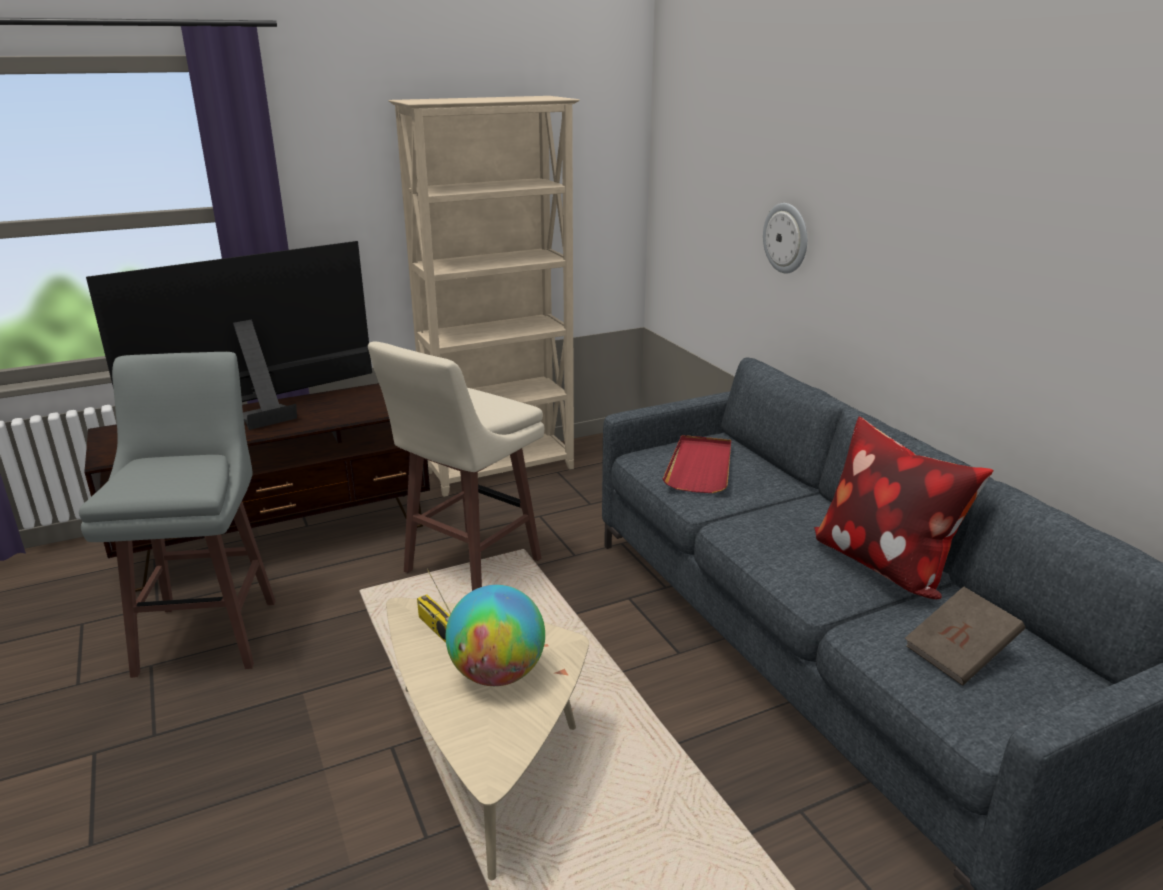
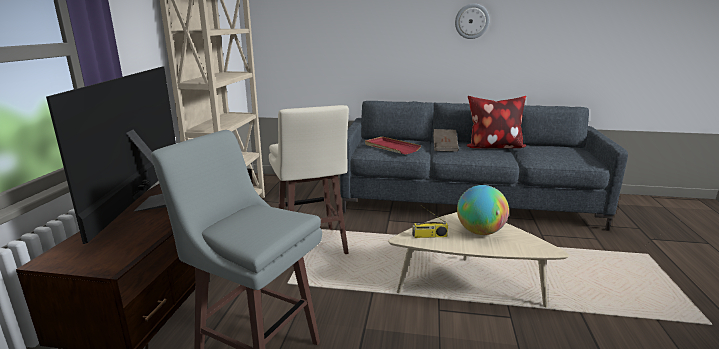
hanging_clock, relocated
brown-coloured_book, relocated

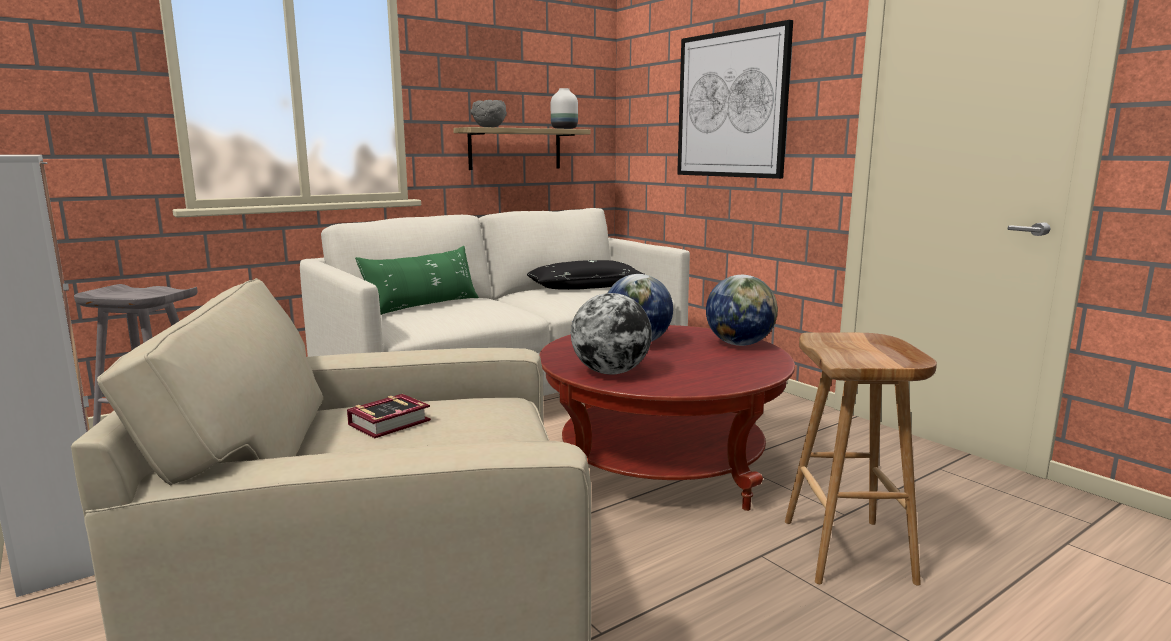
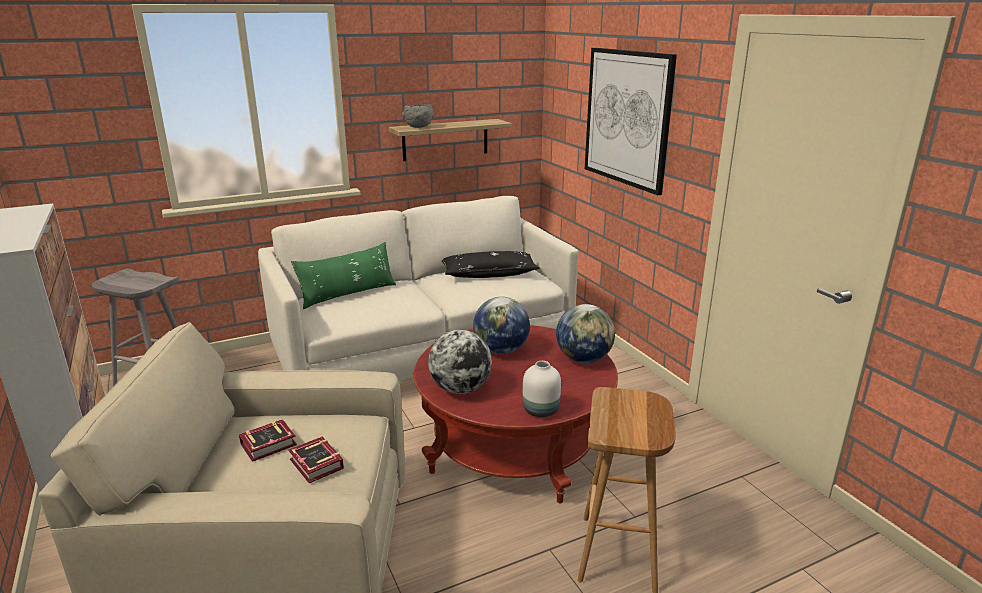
nothing => book (no. 2 from left)
white-coloured_flower_vase, relocated

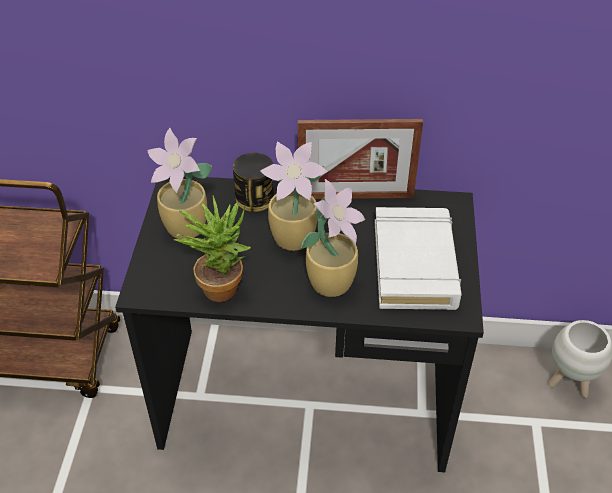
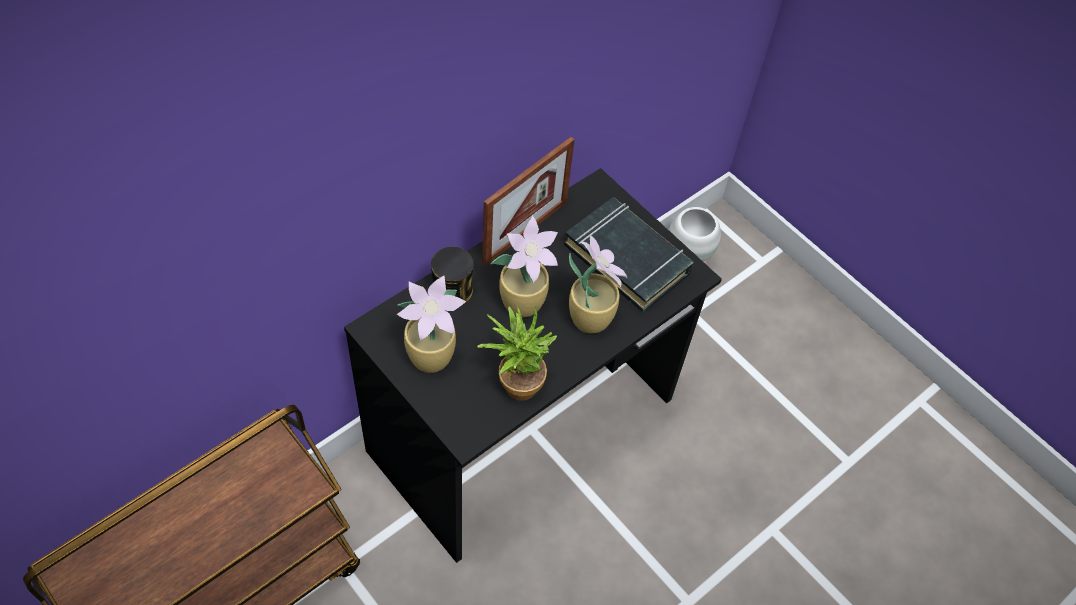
white-coloured_book => black-coloured_book

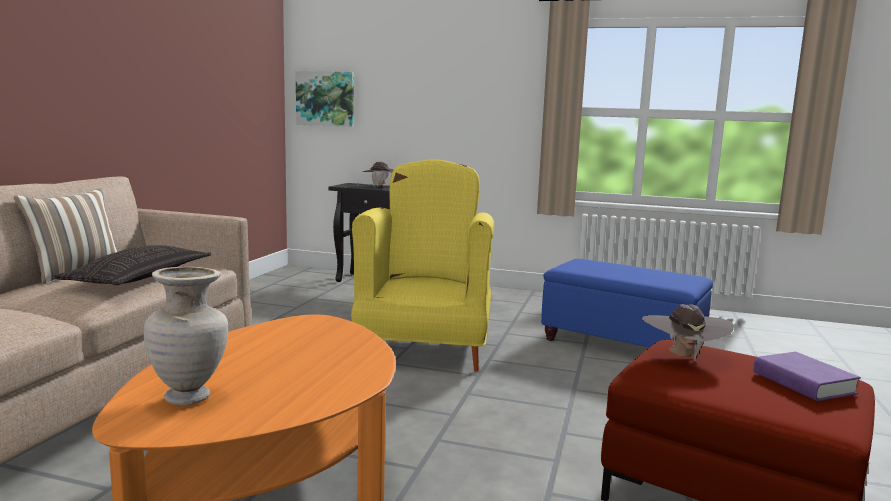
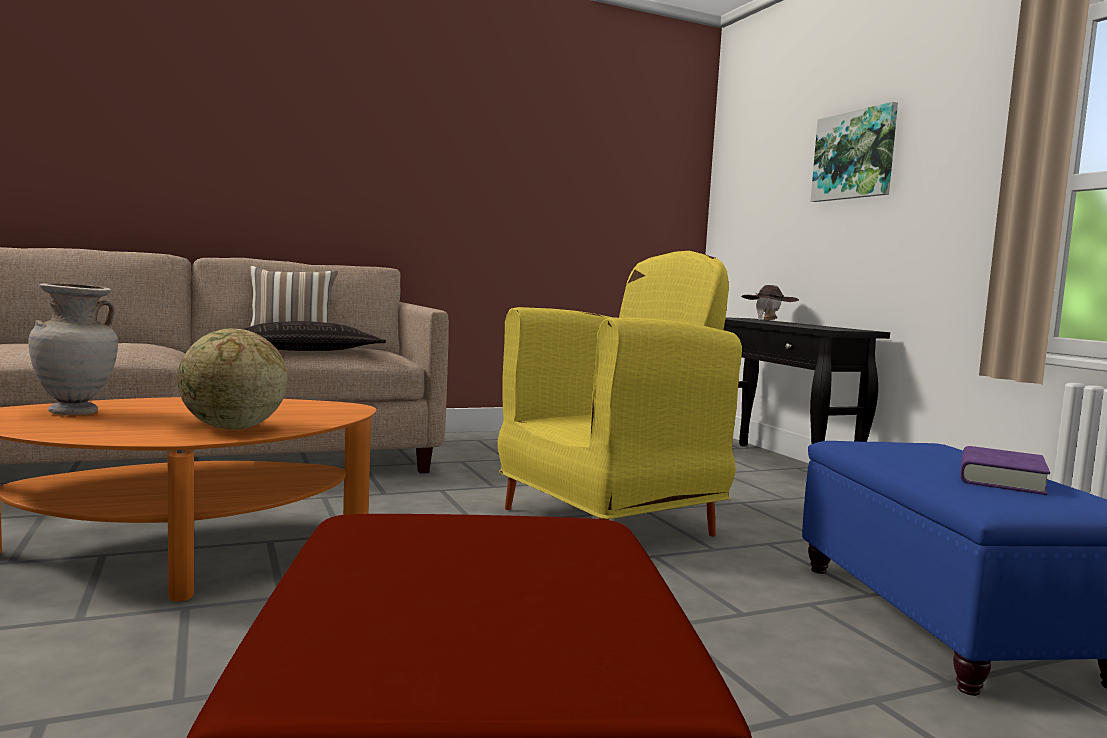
brown-coloured_clothing_hat (no. 2 from left) => nothing
nothing => world_globe
wall_art, relocated
purple-coloured_book, relocated

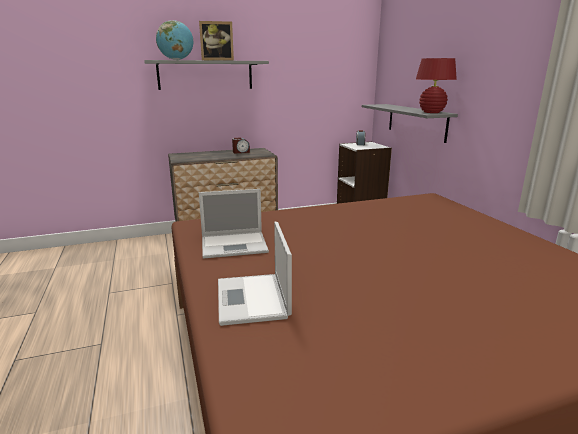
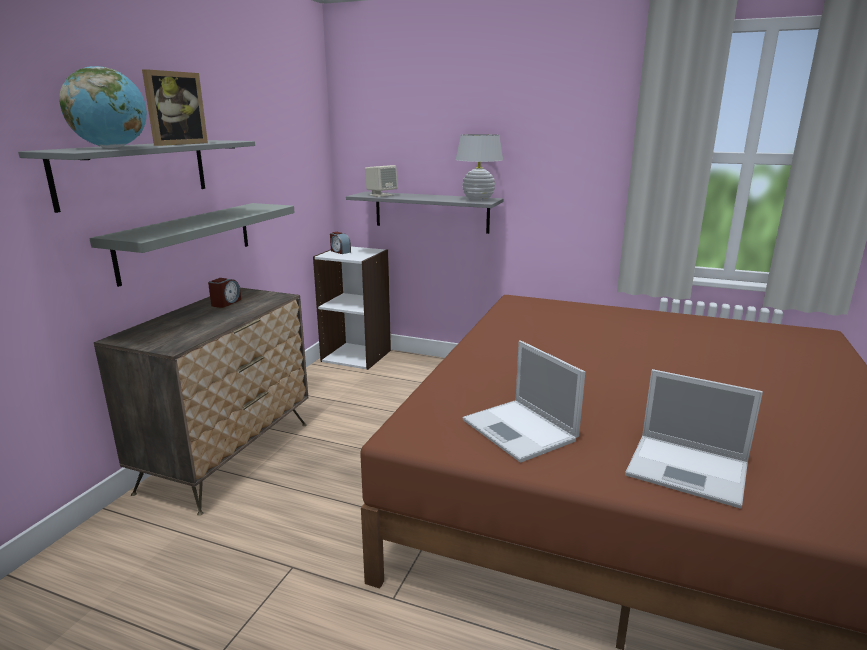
nothing => greyish_shelf (no. 2 from left)
nothing => sand-coloured_speaker
red_tabletop_lamp => white-coloured_tabletop_lamp
laptop (no. 1 from left), 120 degrees clockwise

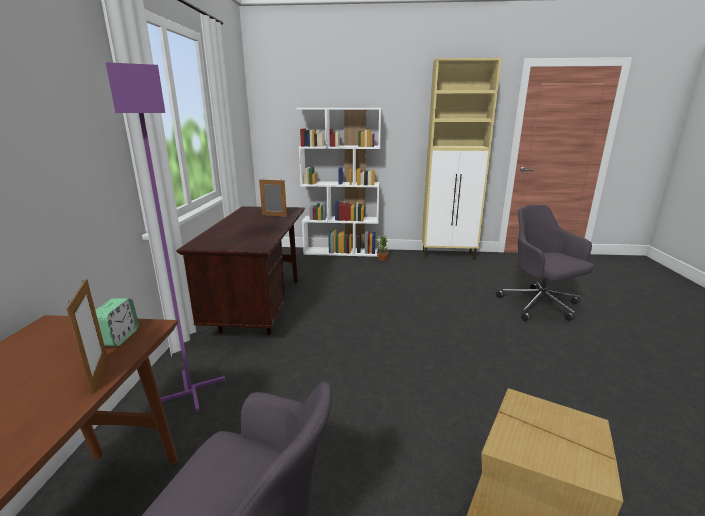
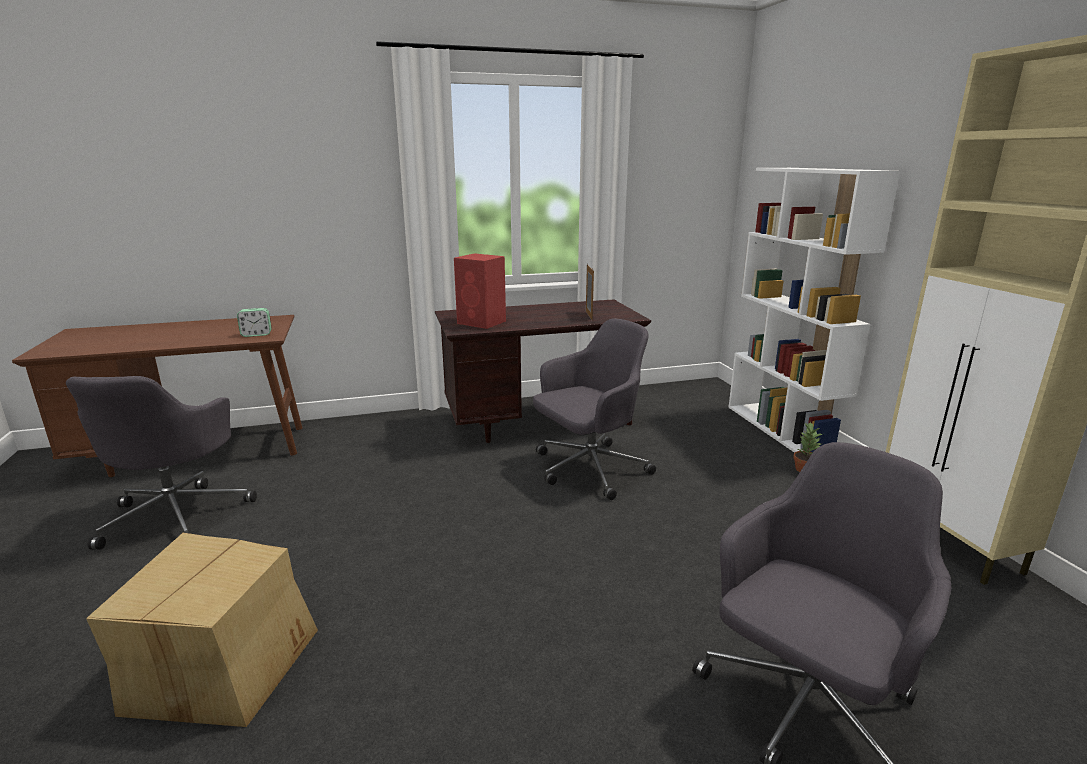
photo_frame (no. 1 from left) => nothing
purple-coloured_standing_lamp => nothing
nothing => red_speaker
nothing => greyish_office_chair (no. 2 from left)

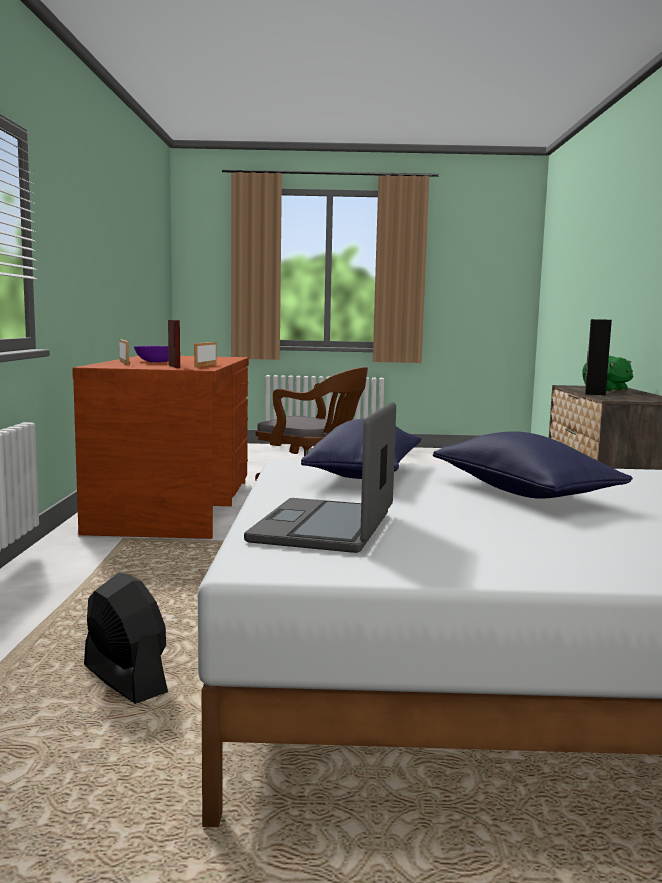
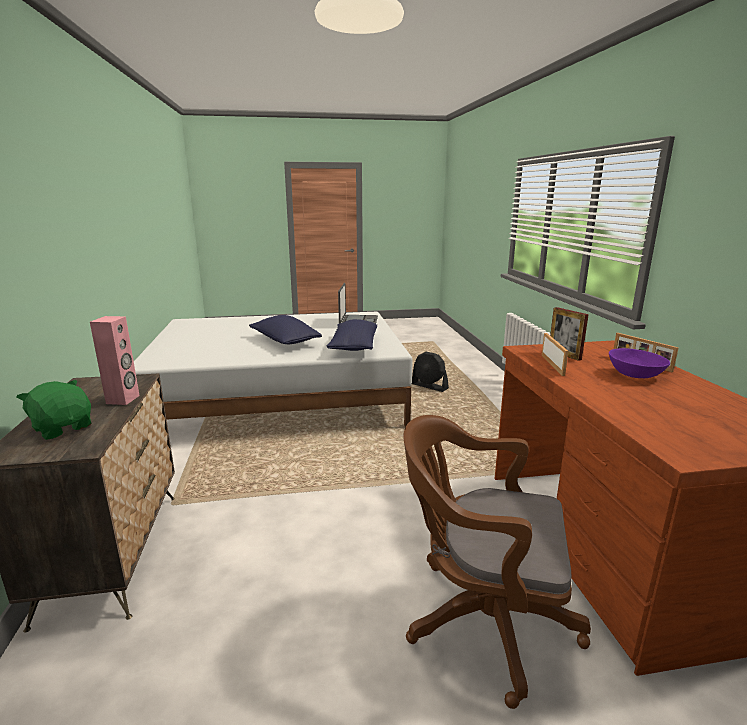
black-coloured_speaker => pinkish_speaker

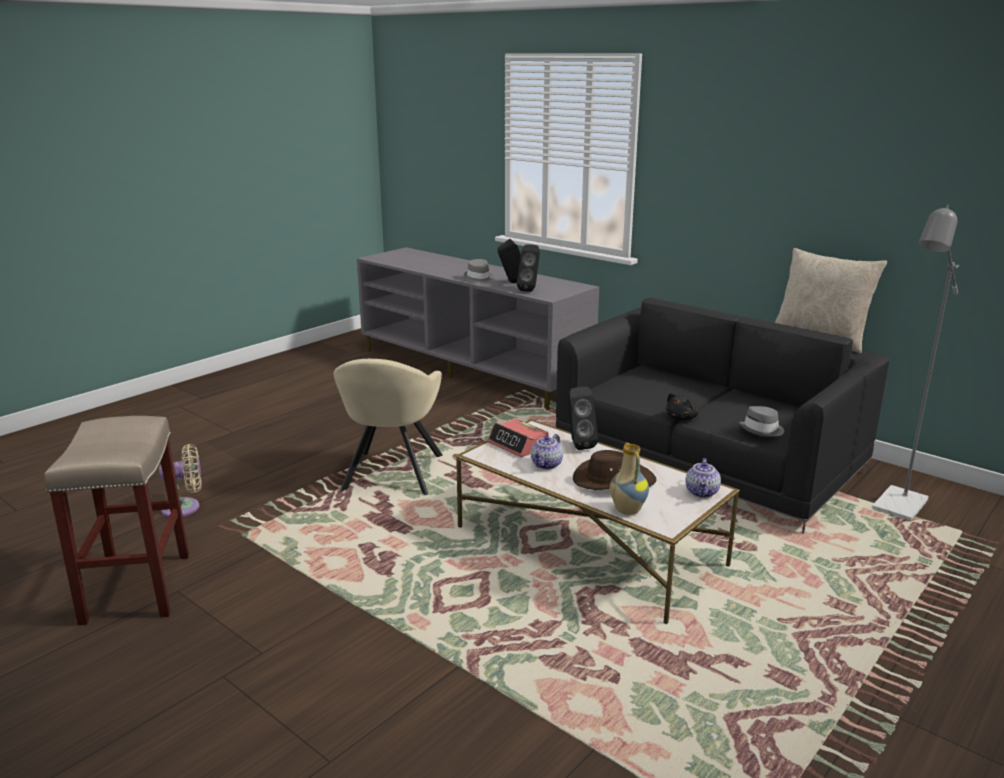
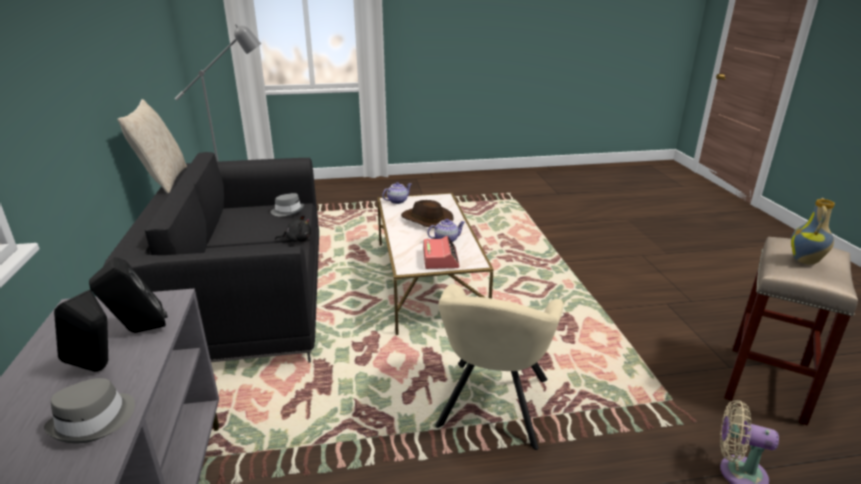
black-coloured_speaker (no. 3 from left) => nothing
flower_vase, relocated
sand-coloured_armchair, 150 degrees clockwise

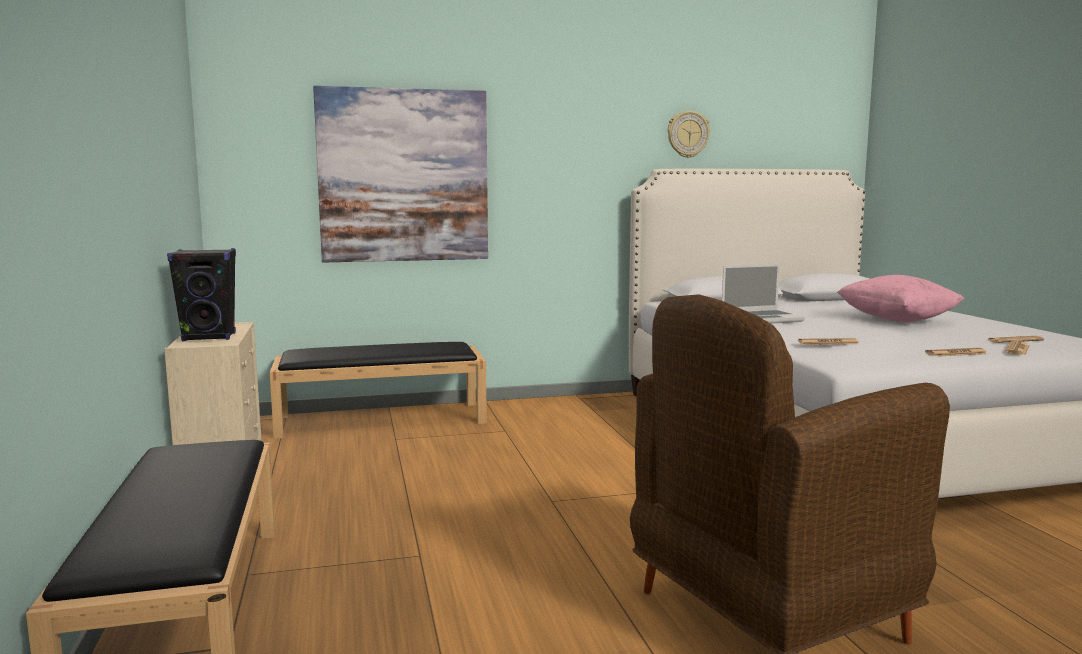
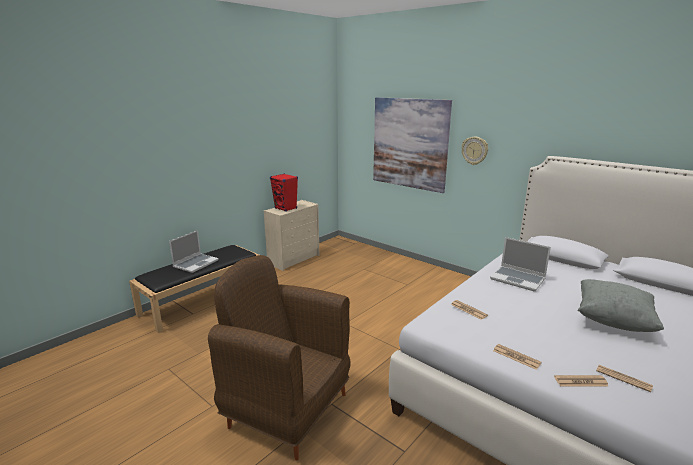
black-coloured_indoor_bench (no. 2 from left) => nothing
nothing => laptop (no. 1 from left)
hanging_clock, relocated
black-coloured_speaker => red_speaker
pinkish_cushion => greyish_cushion

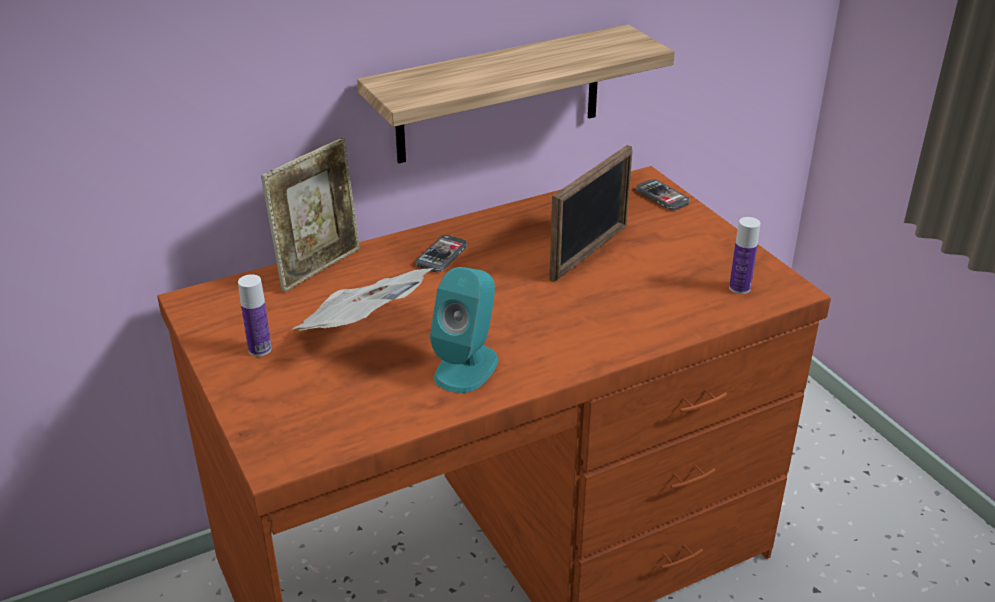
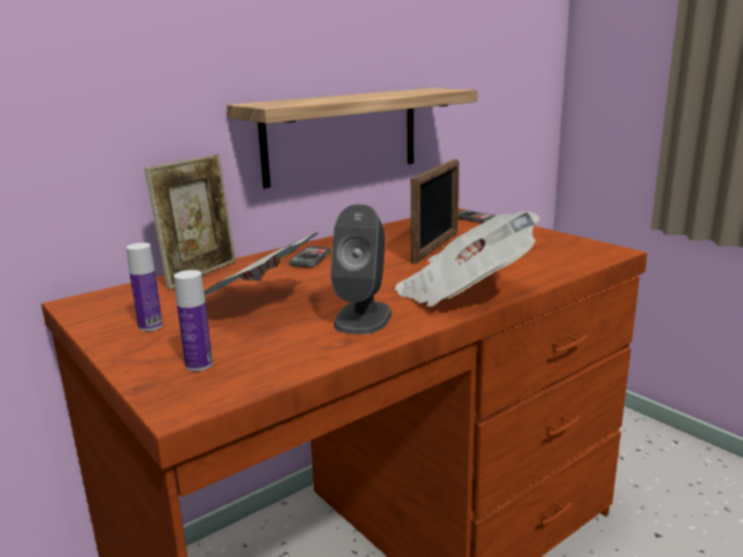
nothing => newspaper (no. 2 from left)
beverage_bottle (no. 2 from left), relocated
turquoise_speaker => greyish_speaker

